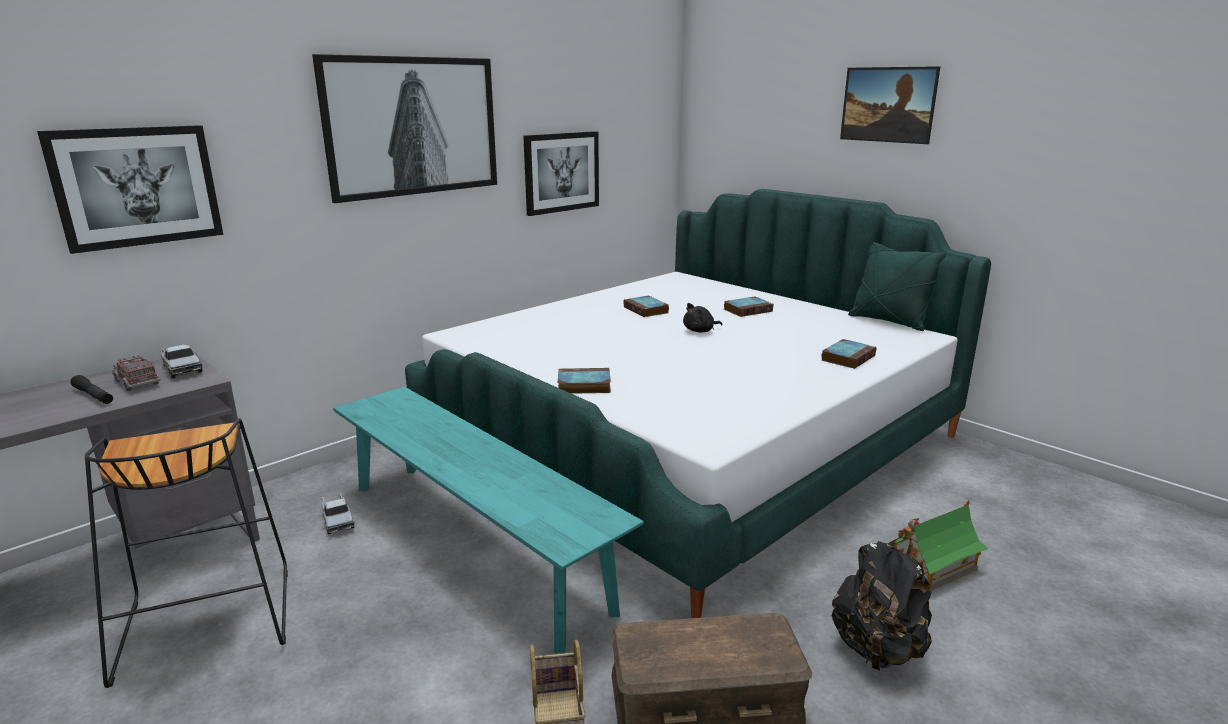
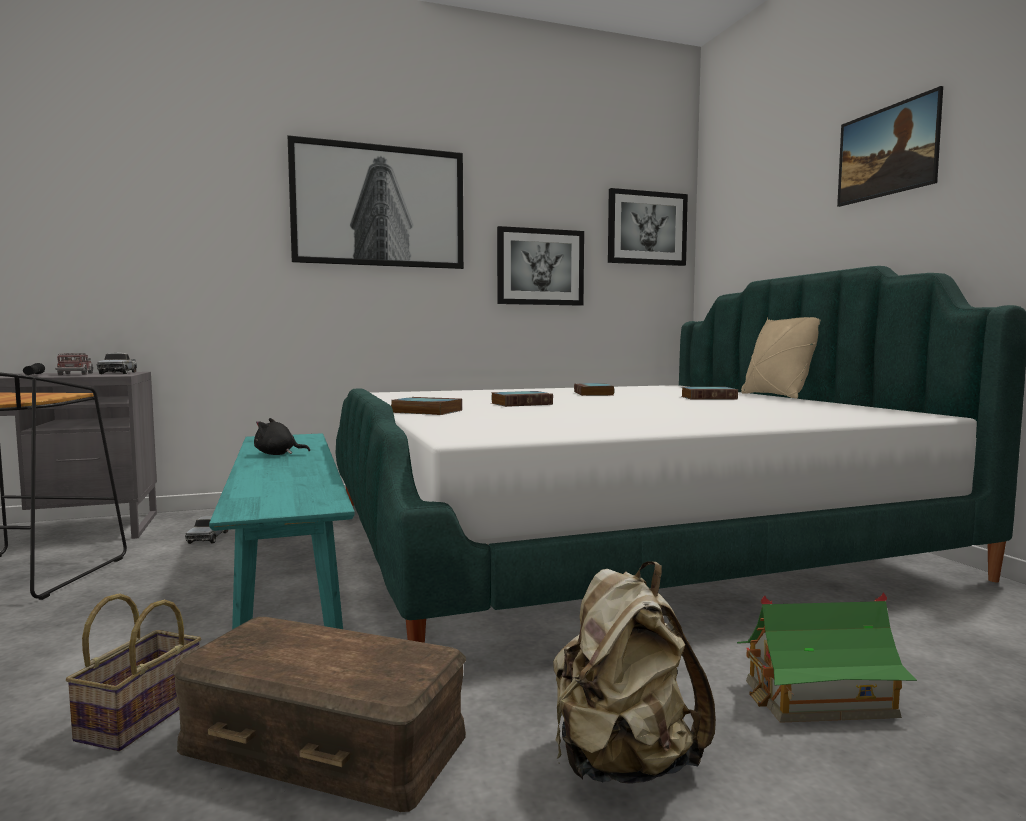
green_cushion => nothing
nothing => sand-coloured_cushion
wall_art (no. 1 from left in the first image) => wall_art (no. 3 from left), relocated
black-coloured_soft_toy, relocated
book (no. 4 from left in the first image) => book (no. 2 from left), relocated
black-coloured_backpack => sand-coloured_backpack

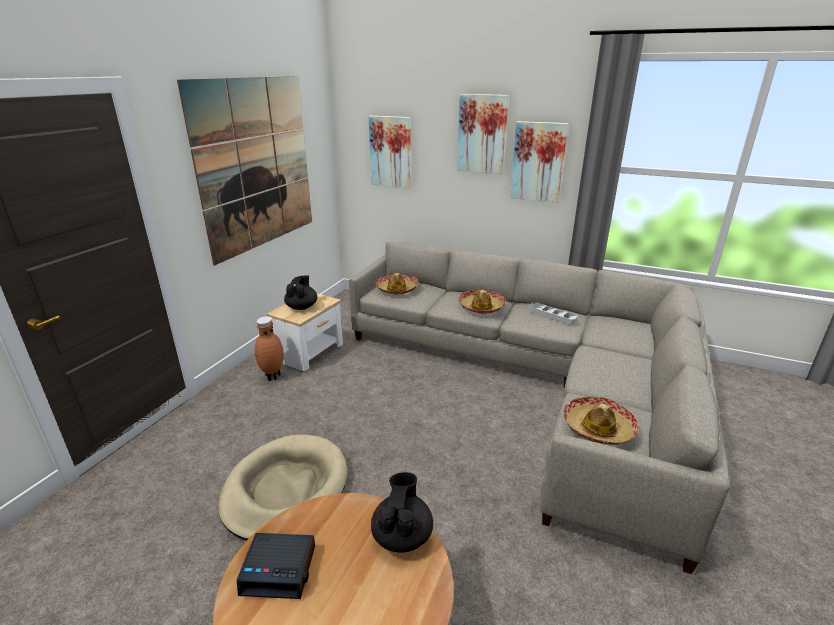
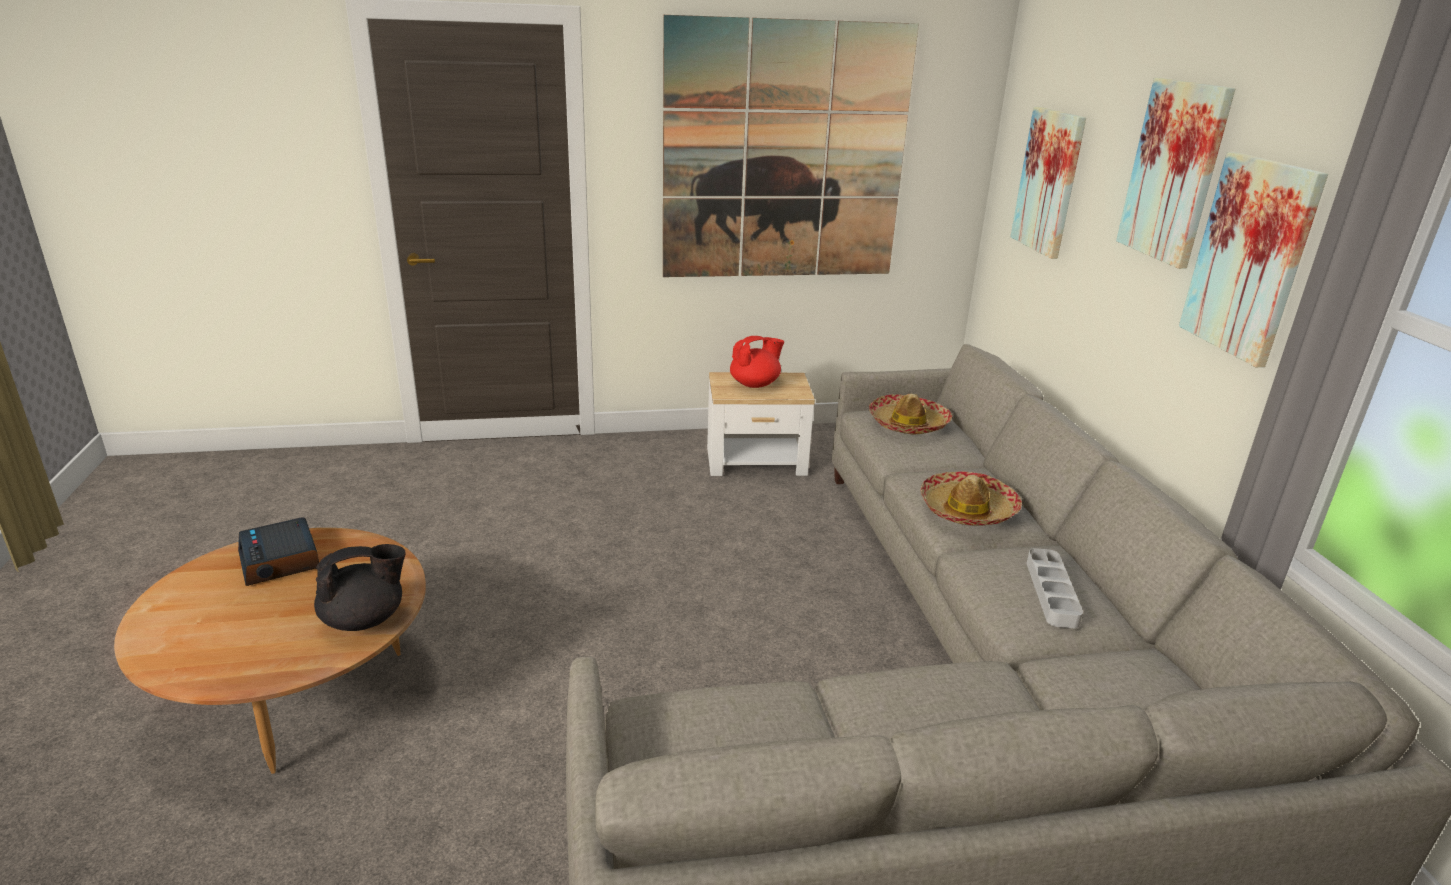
sand-coloured_pet_bed => nothing
brown-coloured_flower_vase => nothing
clothing_hat (no. 3 from left) => nothing
black-coloured_tea_pot (no. 1 from left) => red_tea_pot

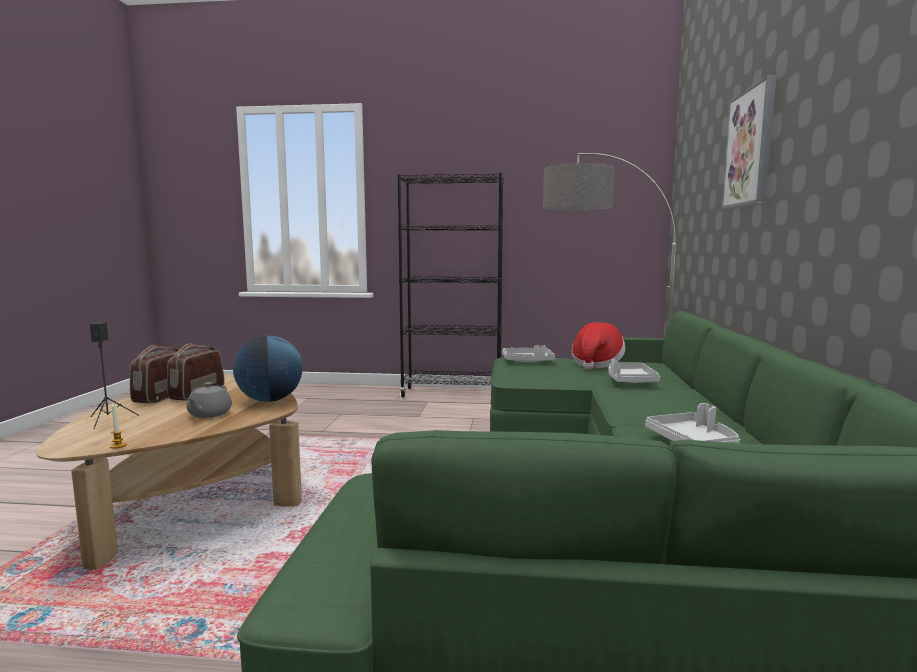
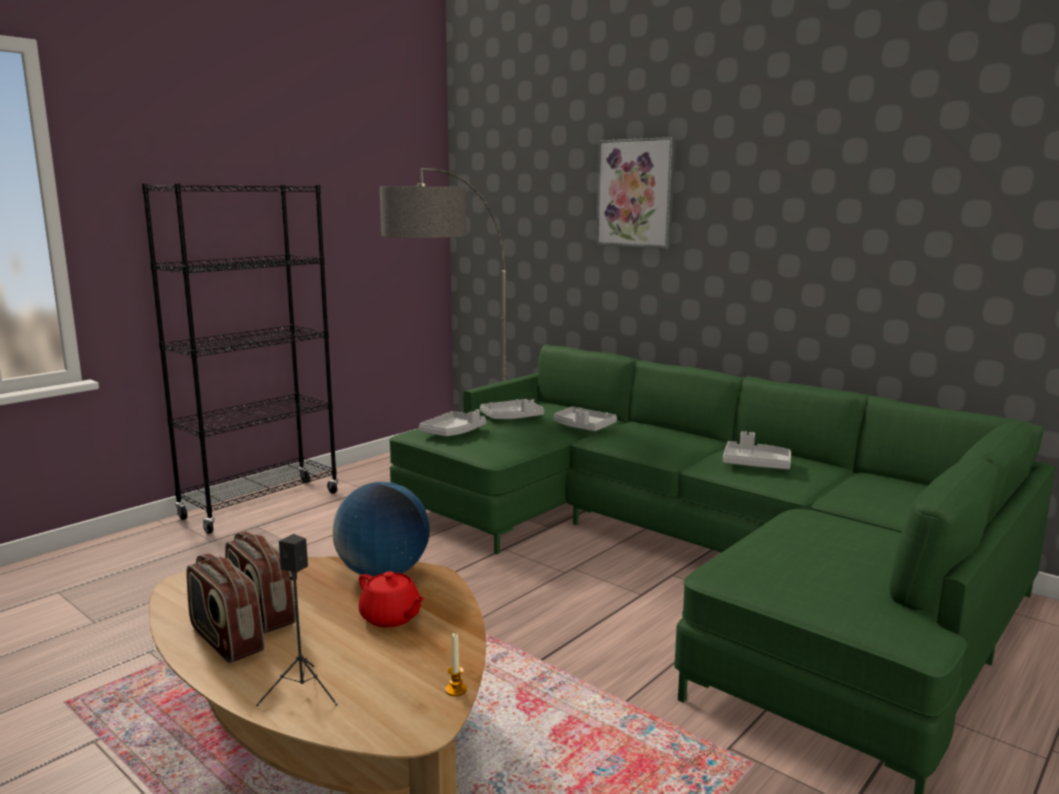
clothing_hat => greyish_carrying_tray (no. 2 from left)
greyish_tea_pot => red_tea_pot

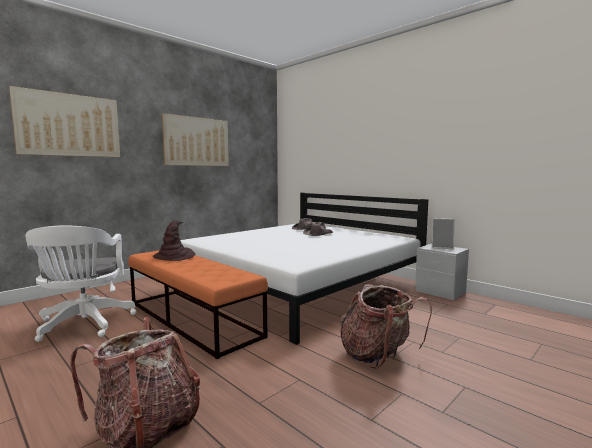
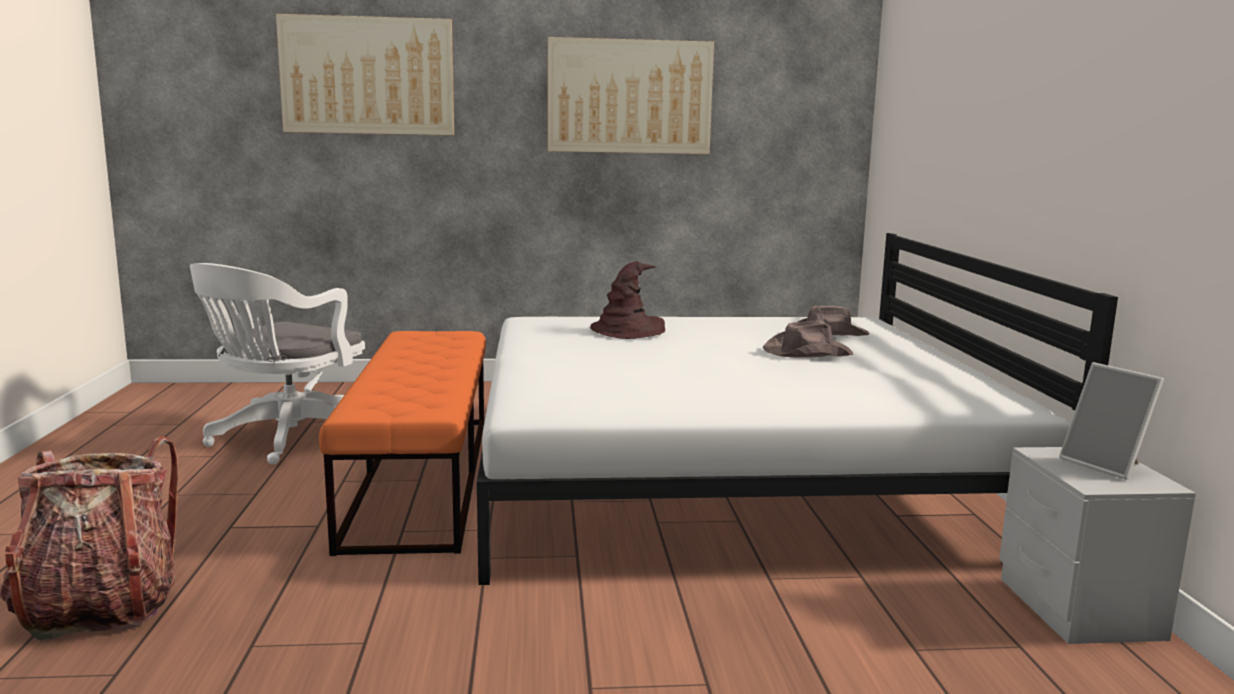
backpack (no. 2 from left) => nothing
brown-coloured_clothing_hat (no. 1 from left), relocated

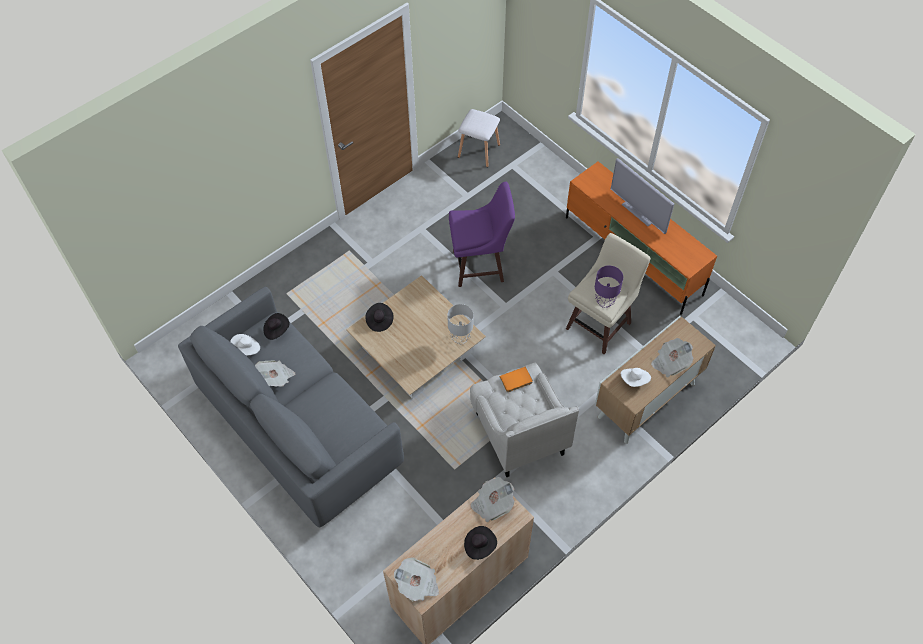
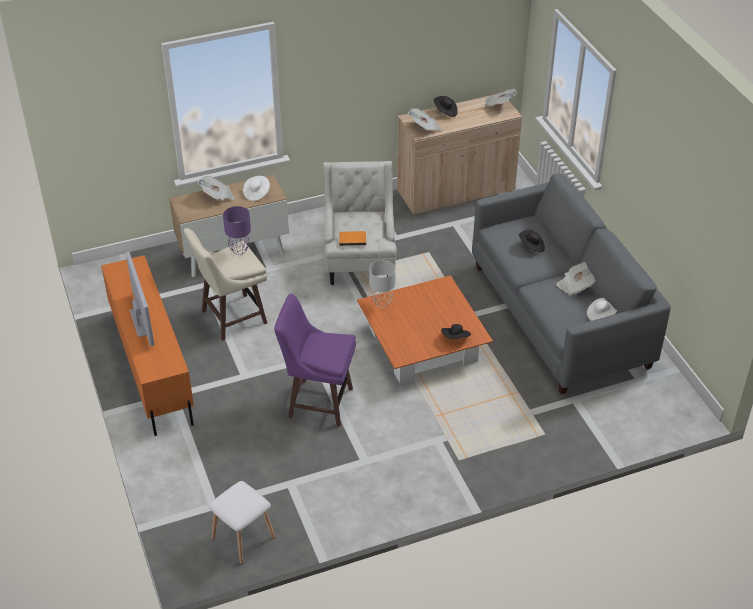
black-coloured_clothing_hat (no. 1 from left in the first image) => black-coloured_clothing_hat (no. 3 from left), relocated
sand-coloured_coffee_table => orange-coloured_coffee_table

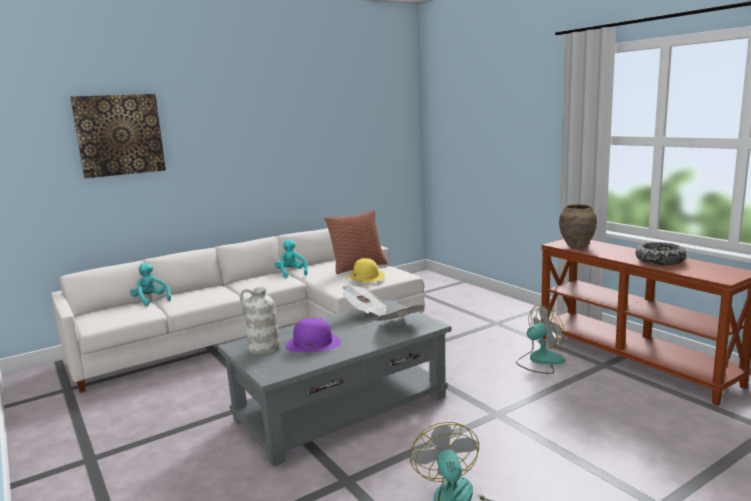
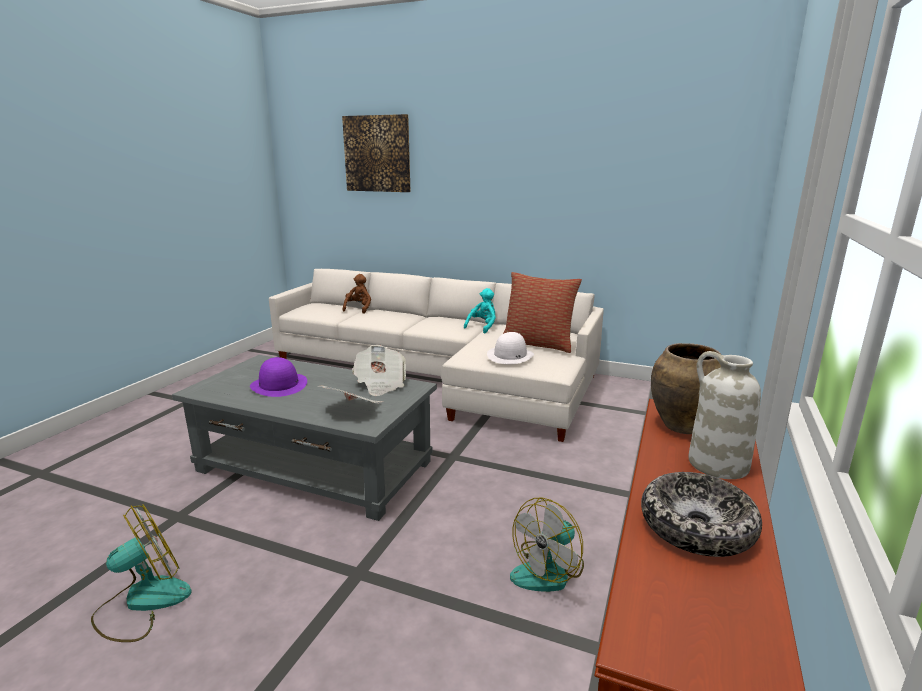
white-coloured_flower_vase, relocated
turquoise_soft_toy (no. 1 from left) => brown-coloured_soft_toy
yellow-coloured_clothing_hat => white-coloured_clothing_hat
electric_fan (no. 2 from left), 105 degrees clockwise

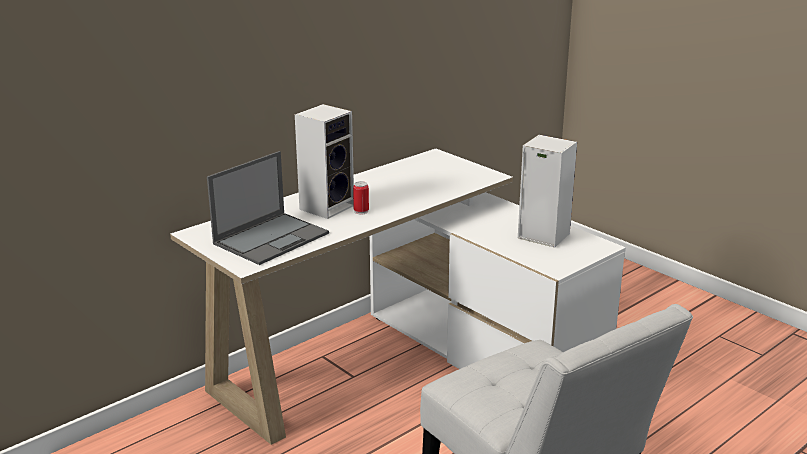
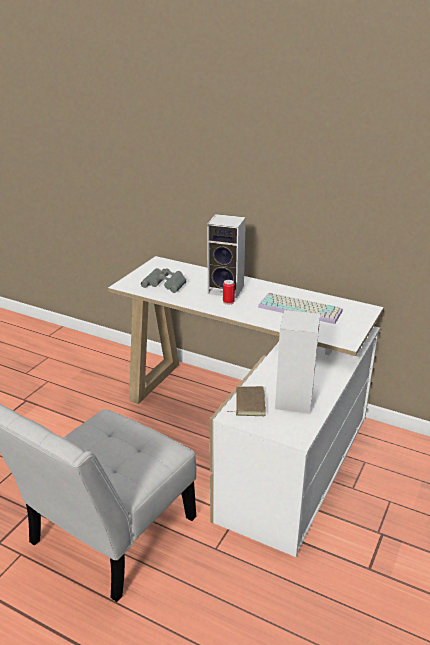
nothing => brown-coloured_book
nothing => keyboard
laptop => greyish_pair_of_binoculars

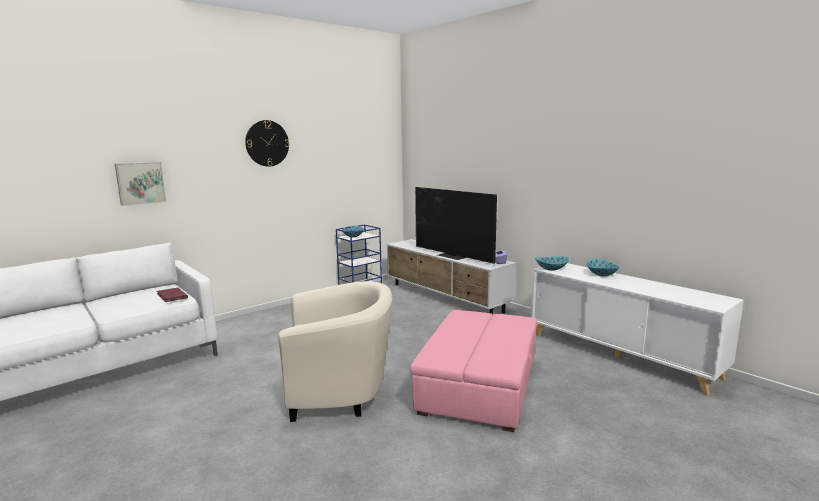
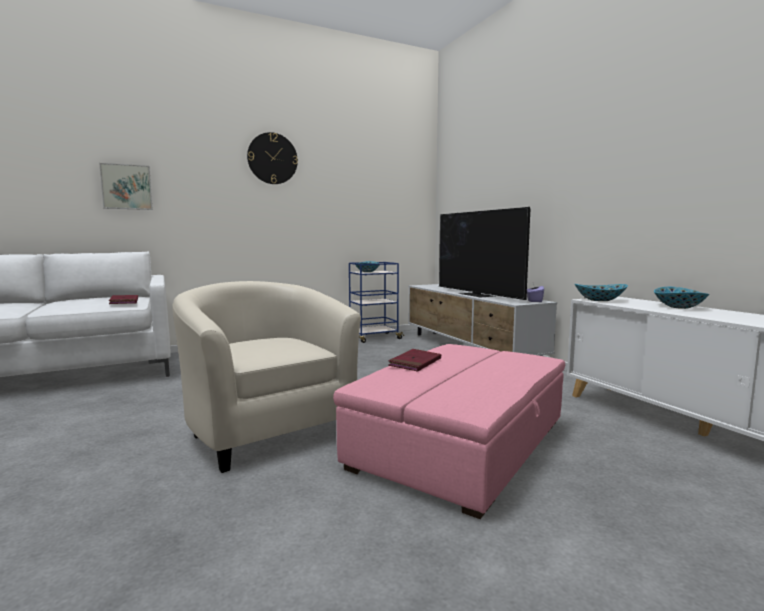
nothing => red_book (no. 2 from left)
sand-coloured_armchair, 135 degrees counterclockwise

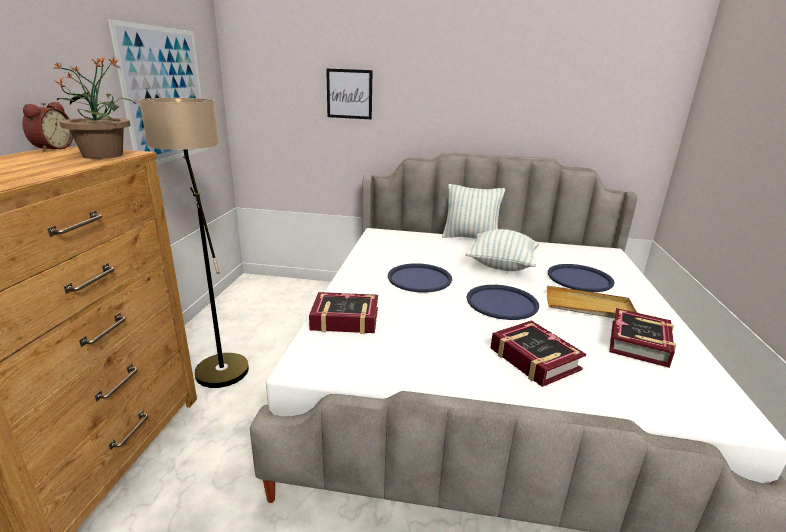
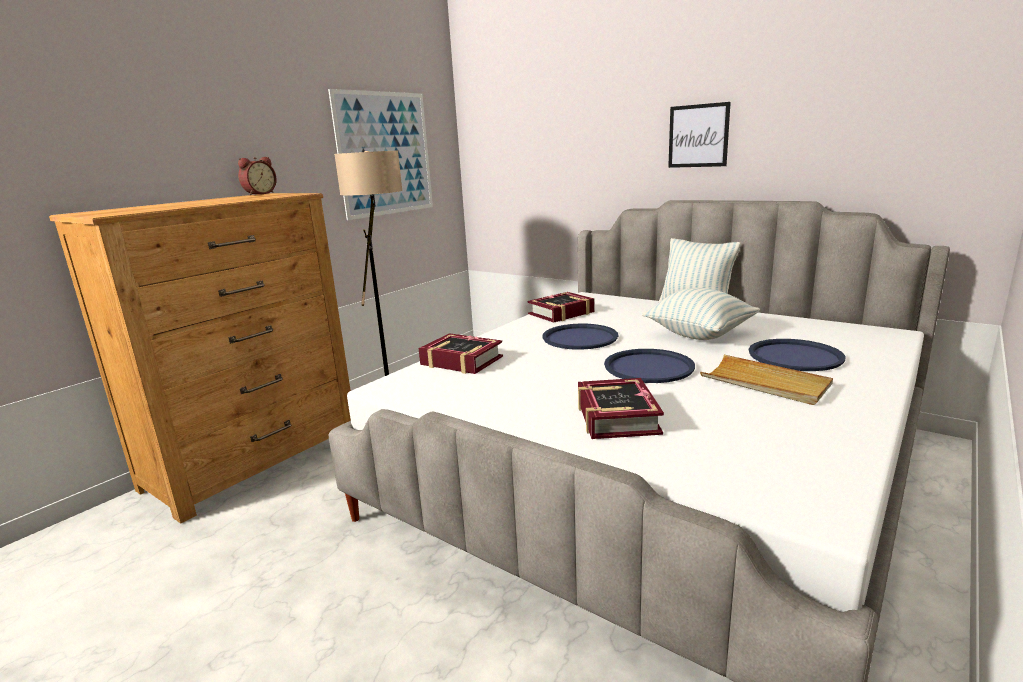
plant_in_a_pot => nothing
wall_art (no. 2 from left), relocated
book (no. 3 from left in the first image) => book (no. 2 from left), relocated

